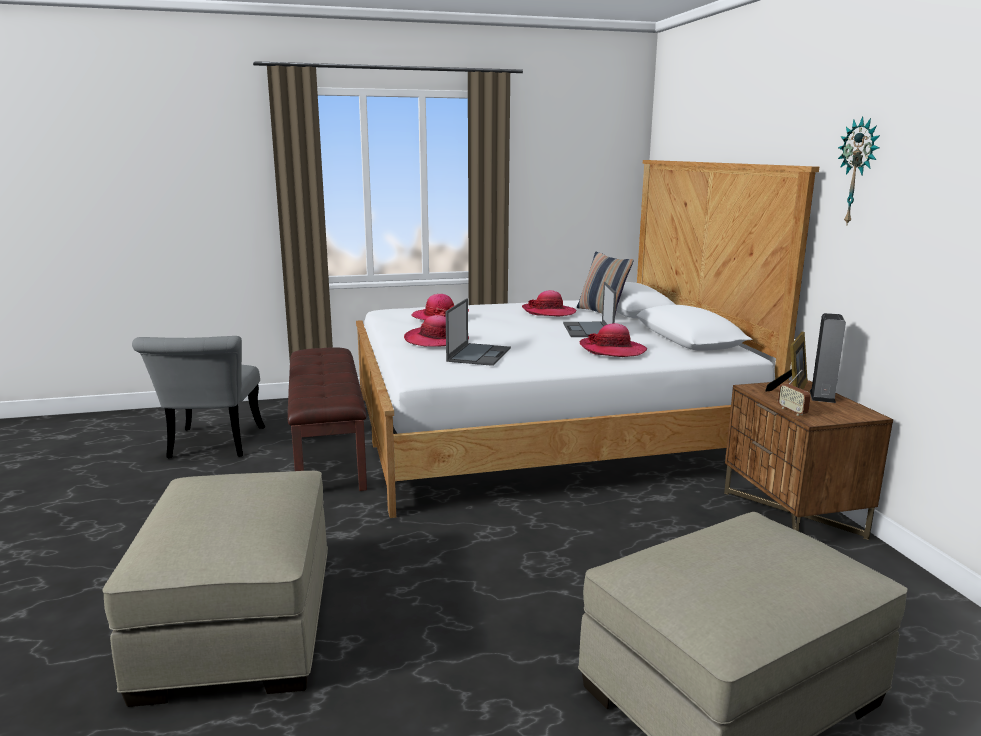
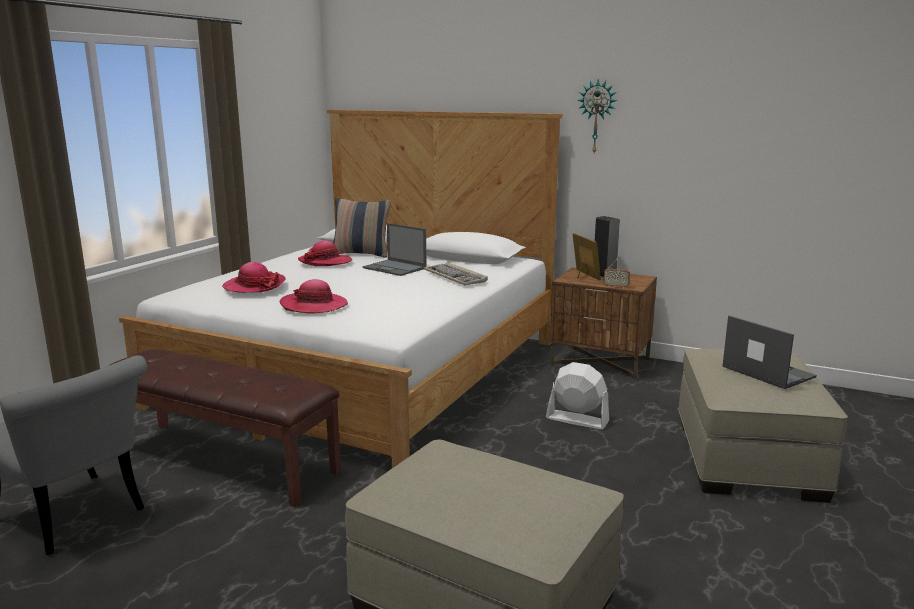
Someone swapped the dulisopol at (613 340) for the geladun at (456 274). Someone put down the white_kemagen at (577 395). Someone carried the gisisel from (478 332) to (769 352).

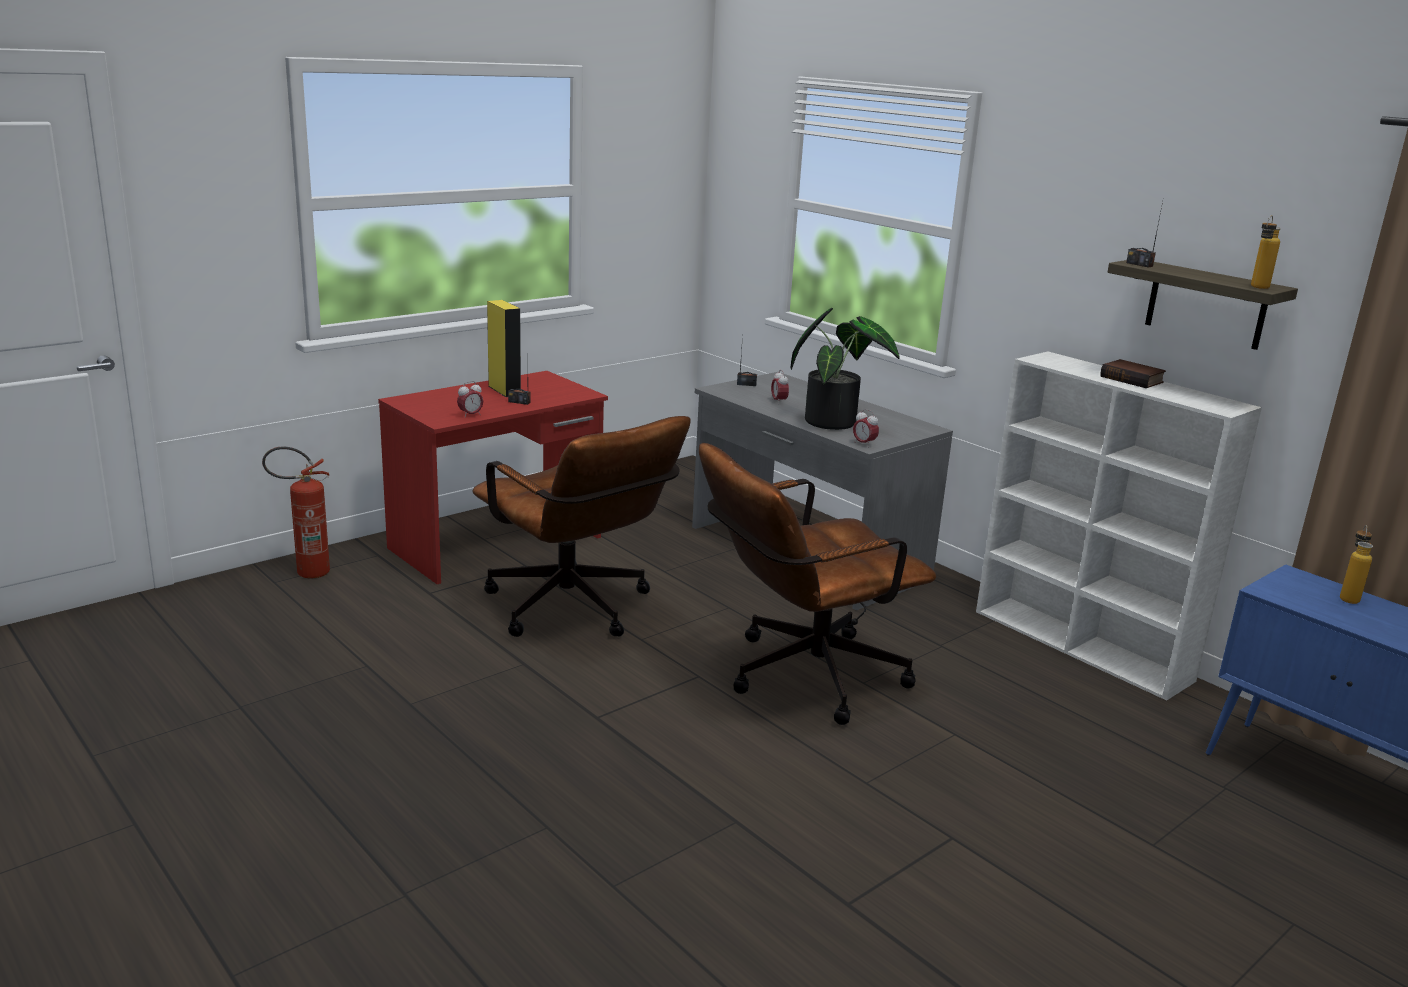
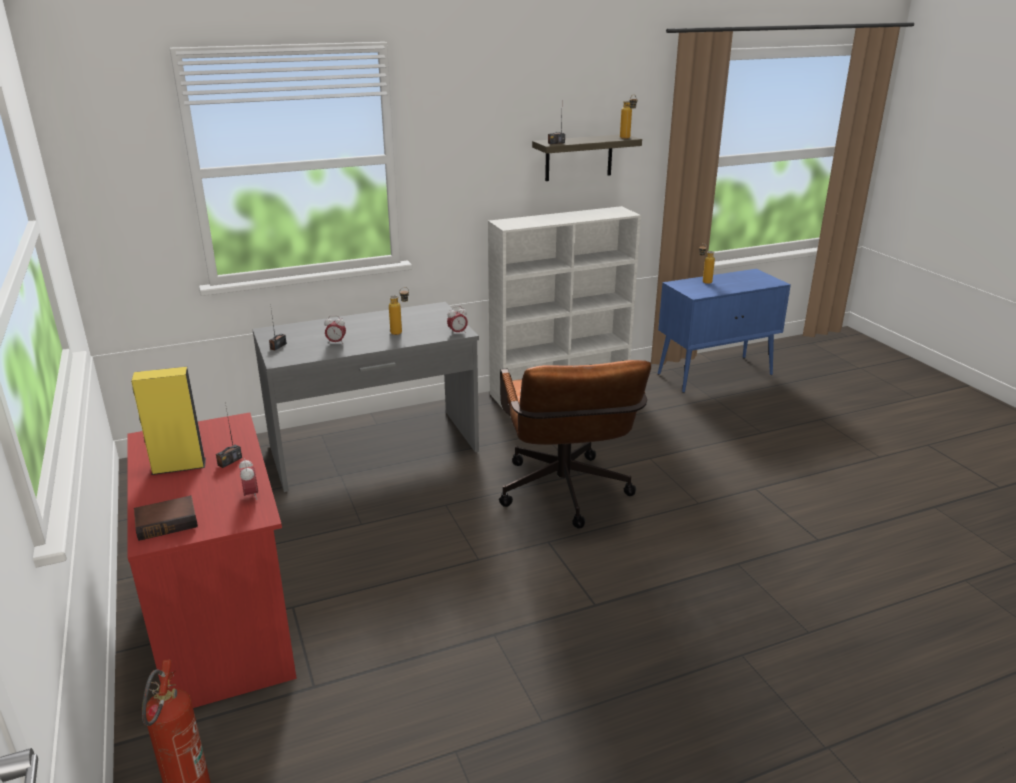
Someone carried the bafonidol from (1133 373) to (166 518). Someone swapped the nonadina at (845 369) for the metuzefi at (399 311). Someone took away the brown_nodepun at (581 526).

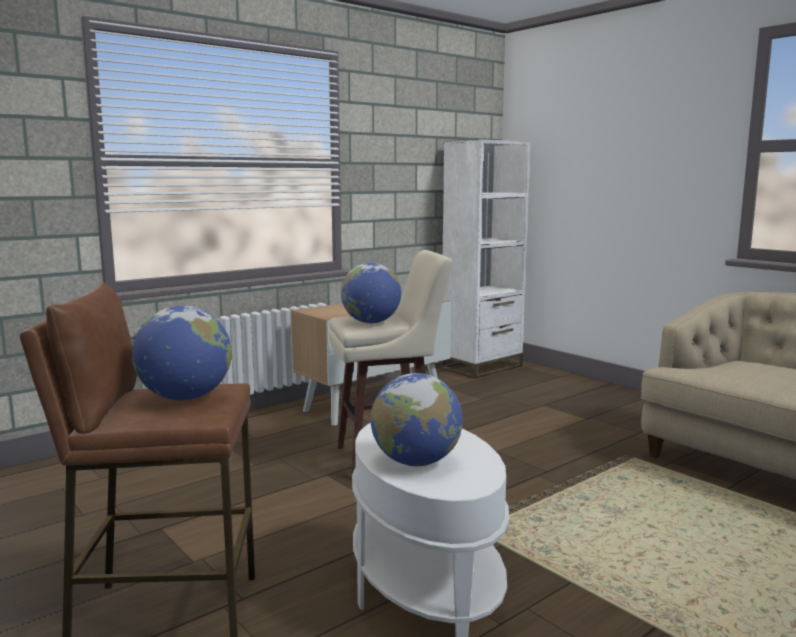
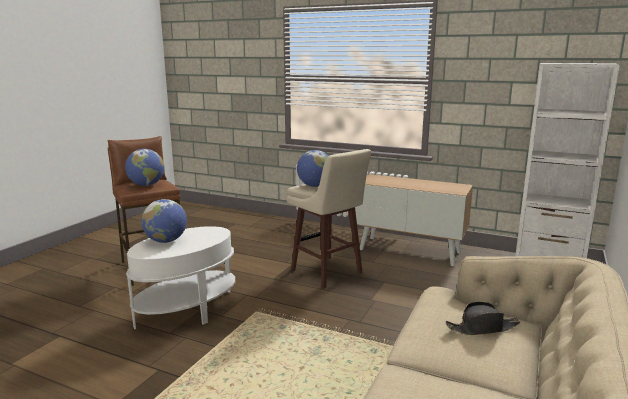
Someone put down the black_dulisopol at (483 318).

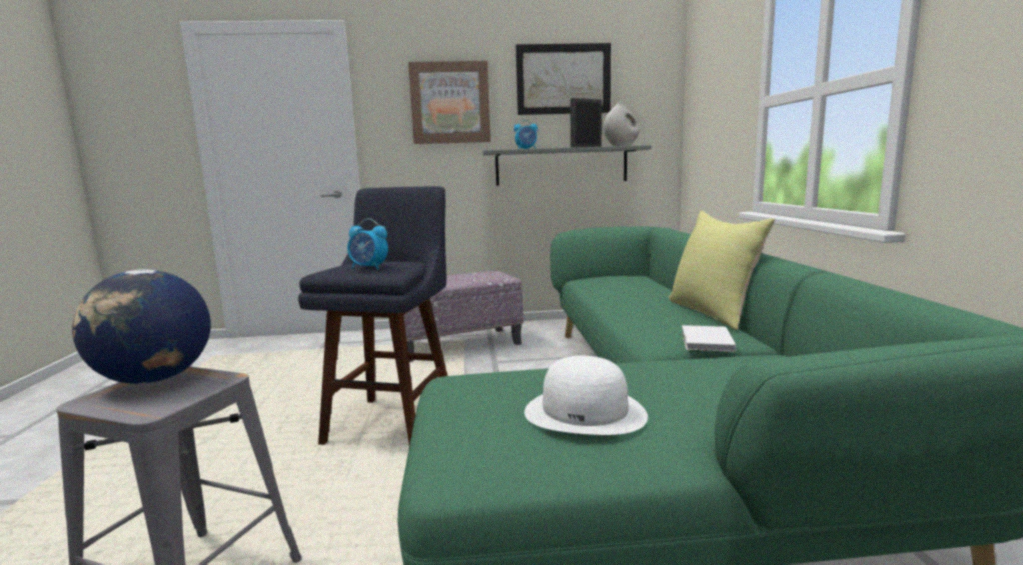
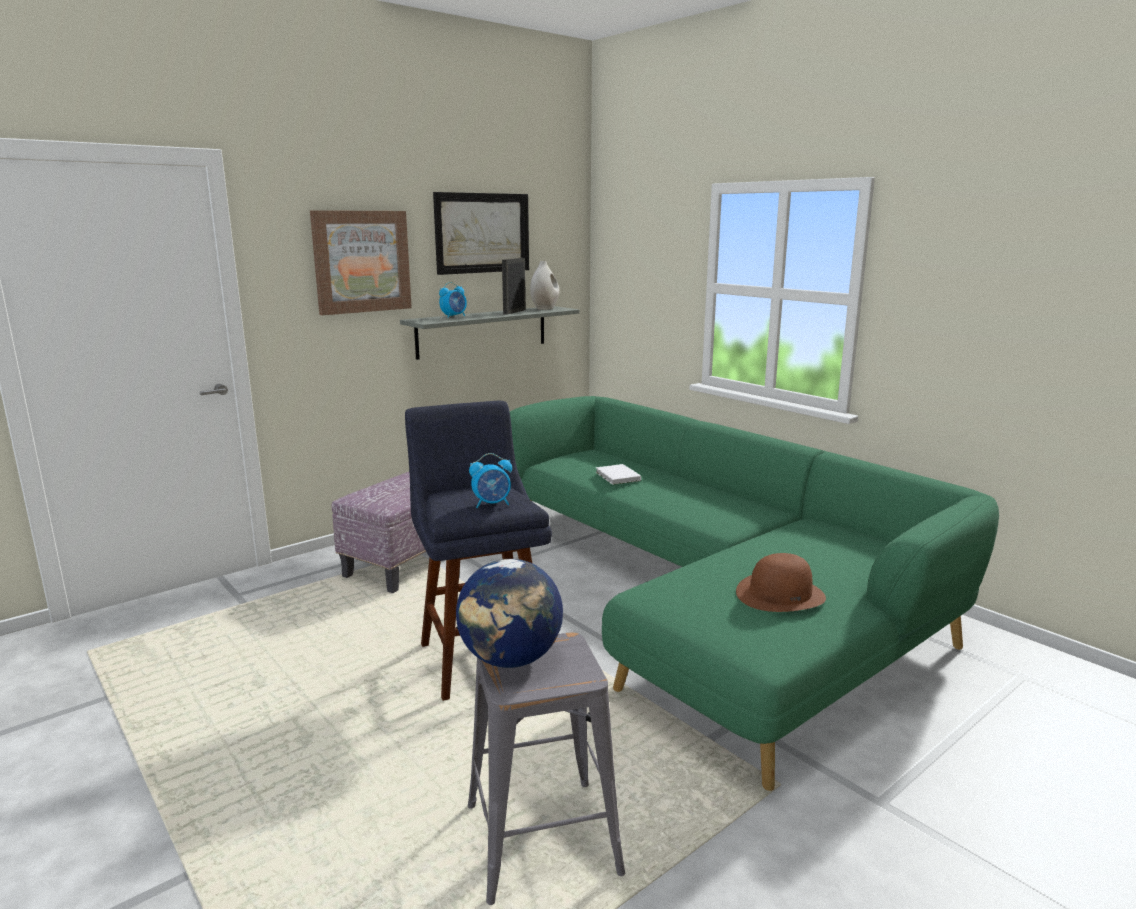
Someone carried the white_bafonidol from (709 338) to (618 474). Someone repainted the white_dulisopol at (586 395), which became the brown_dulisopol at (781 582). Someone took away the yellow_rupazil at (722 270).

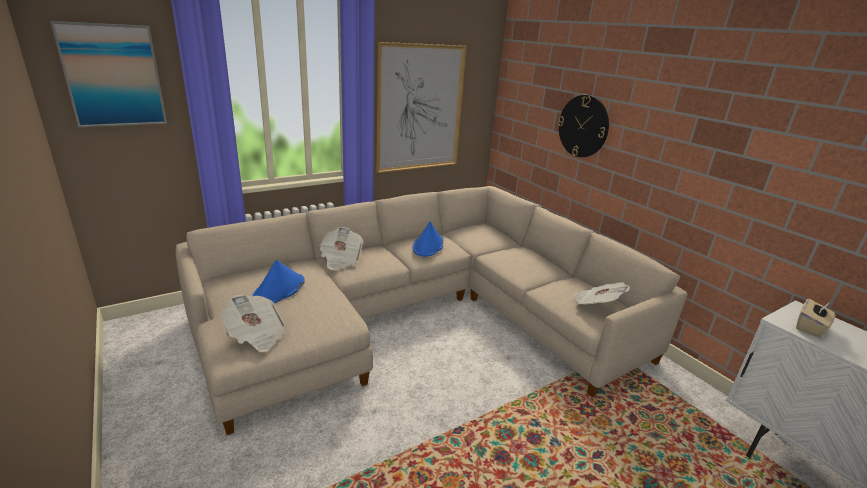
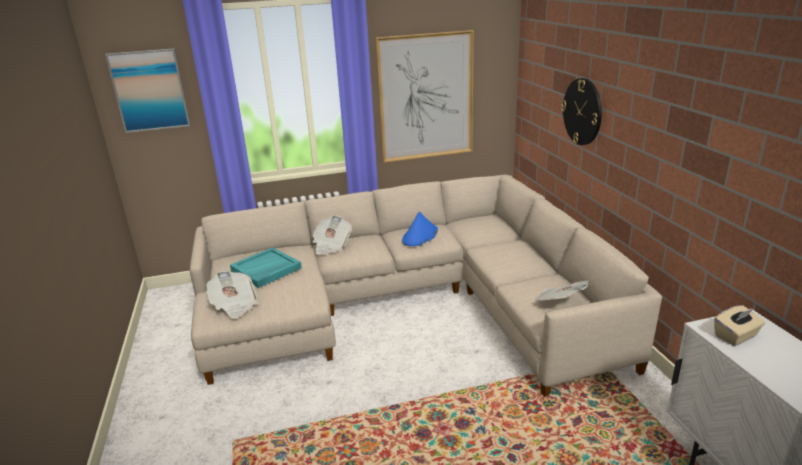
Someone swapped the blue_dulisopol at (278 281) for the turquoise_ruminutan at (266 267).

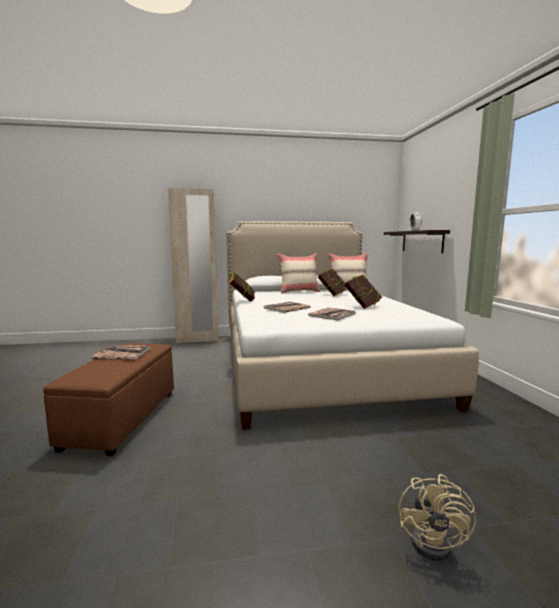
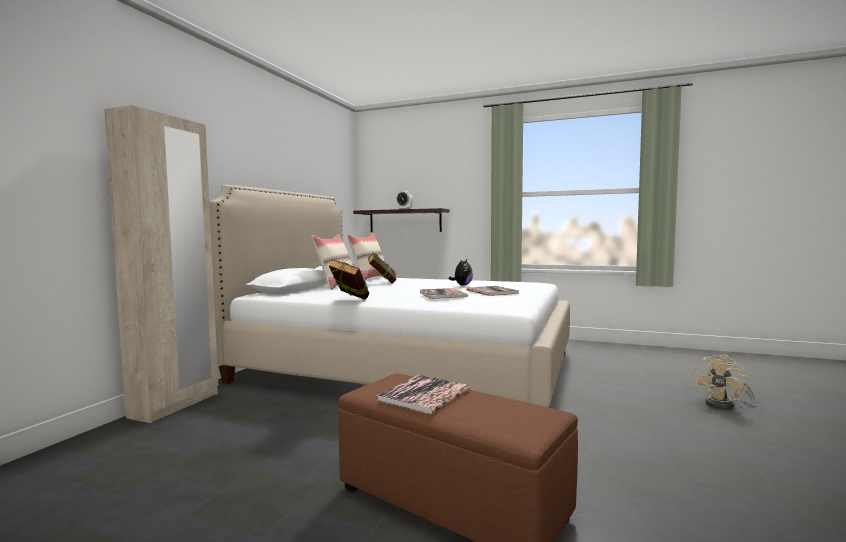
Someone swapped the bafonidol at (364 292) for the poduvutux at (461 272). Someone rotated the beige_kemagen at (437 517) by 90 degrees clockwise.

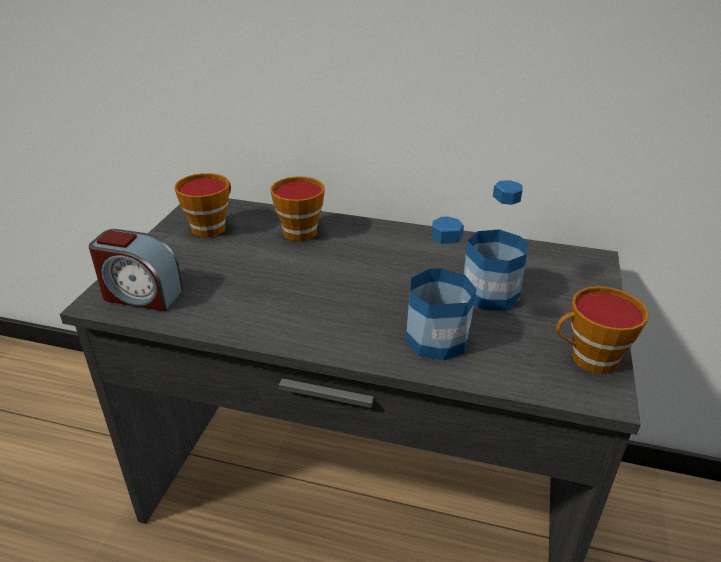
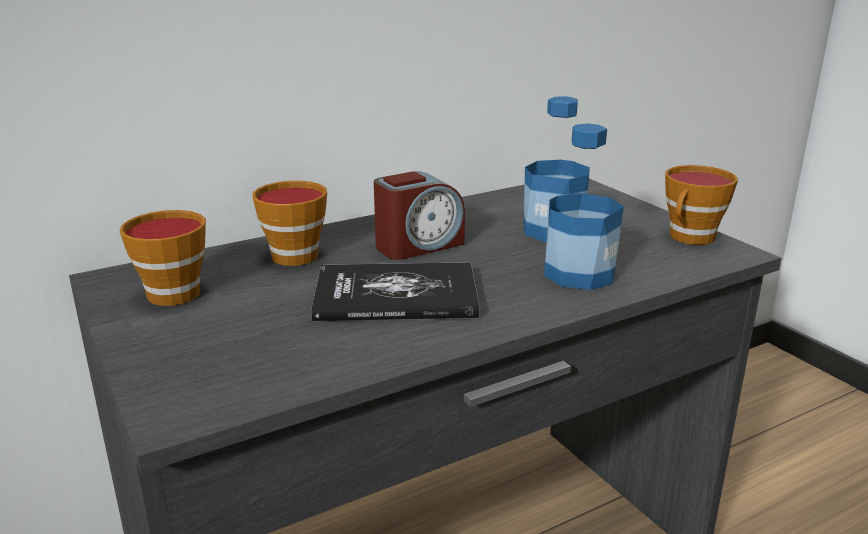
Someone put down the bafonidol at (395 291). Someone carried the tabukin from (136 270) to (419 215).

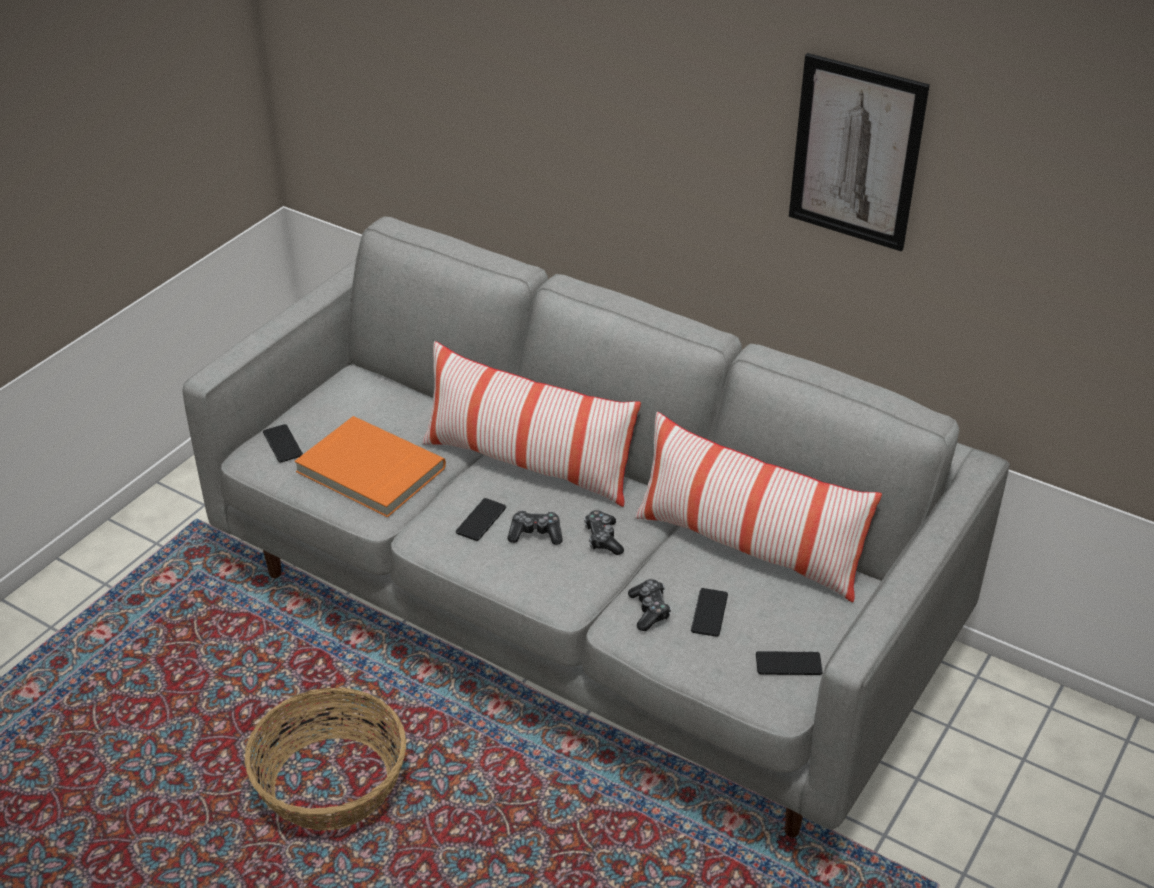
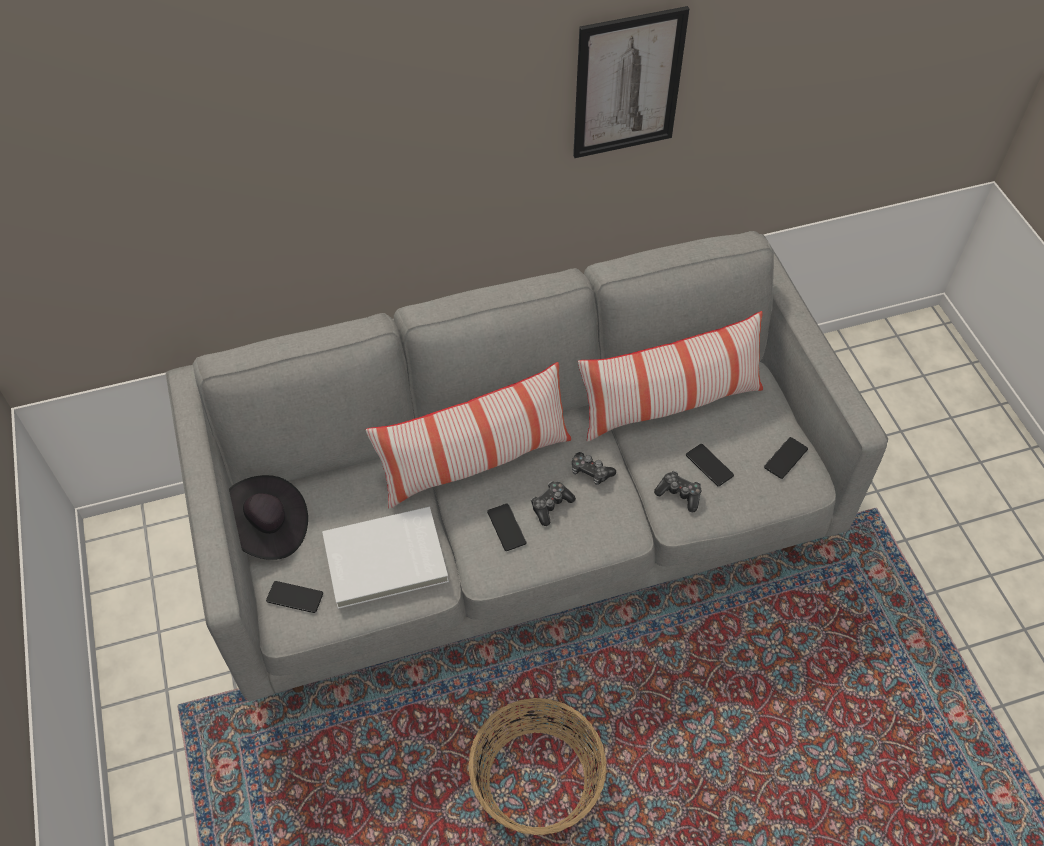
Someone put down the black_dulisopol at (268 517). Someone repainted the orange_bafonidol at (370 466), which became the white_bafonidol at (385 558).

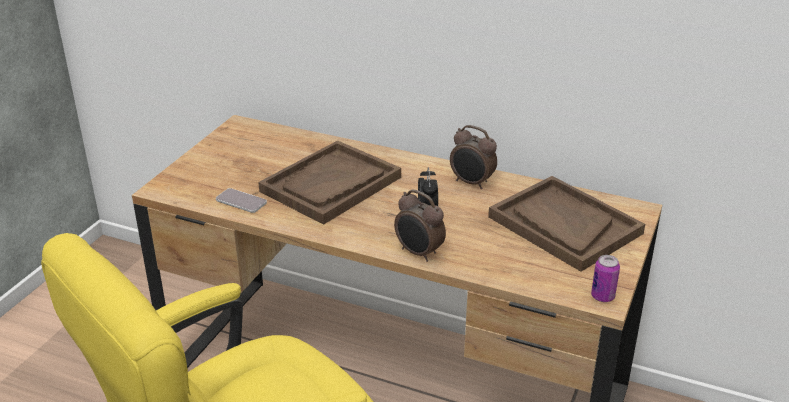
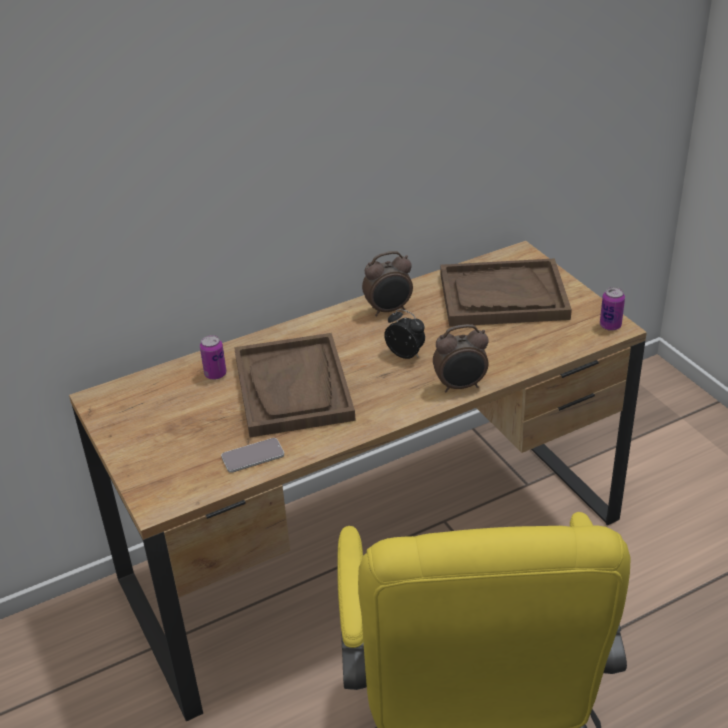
Someone put down the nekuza at (213 357).

